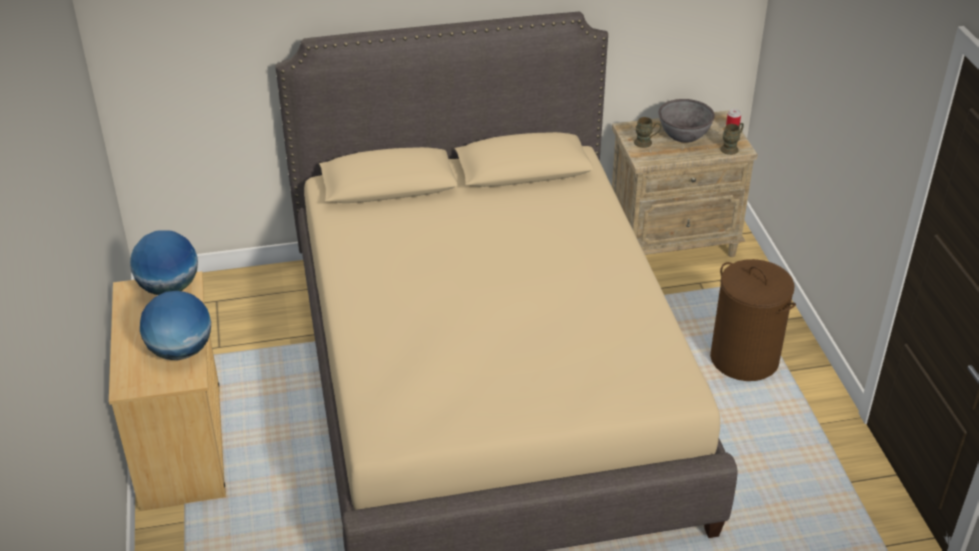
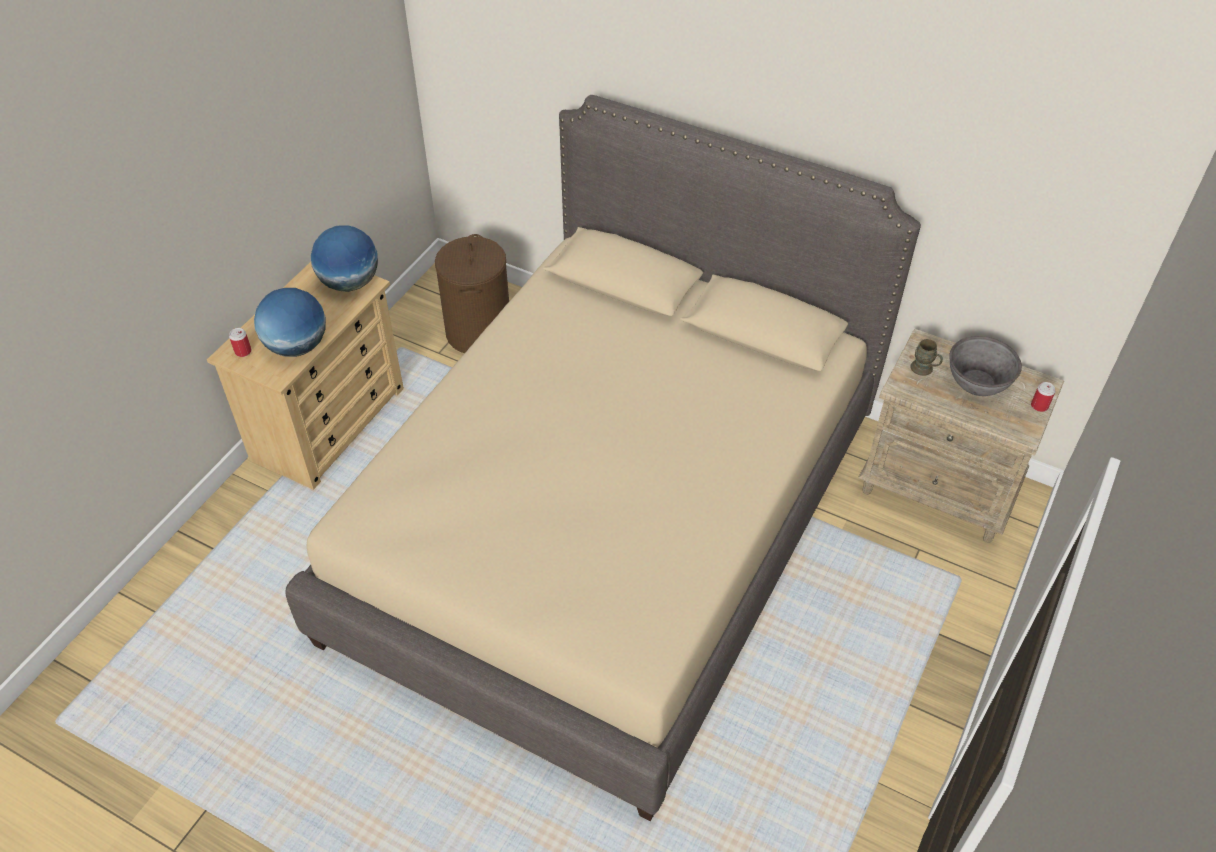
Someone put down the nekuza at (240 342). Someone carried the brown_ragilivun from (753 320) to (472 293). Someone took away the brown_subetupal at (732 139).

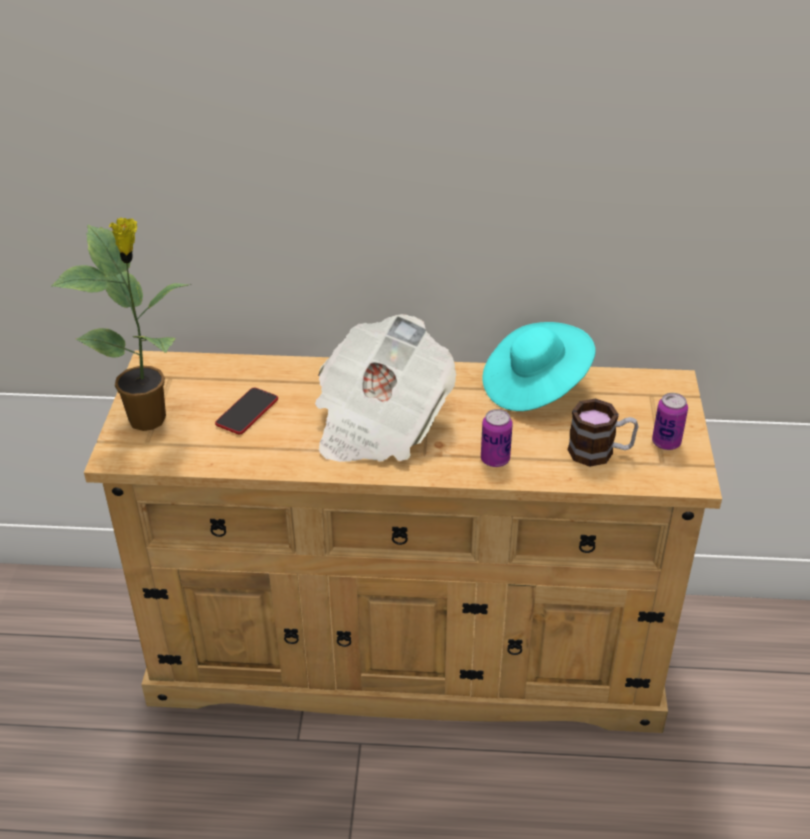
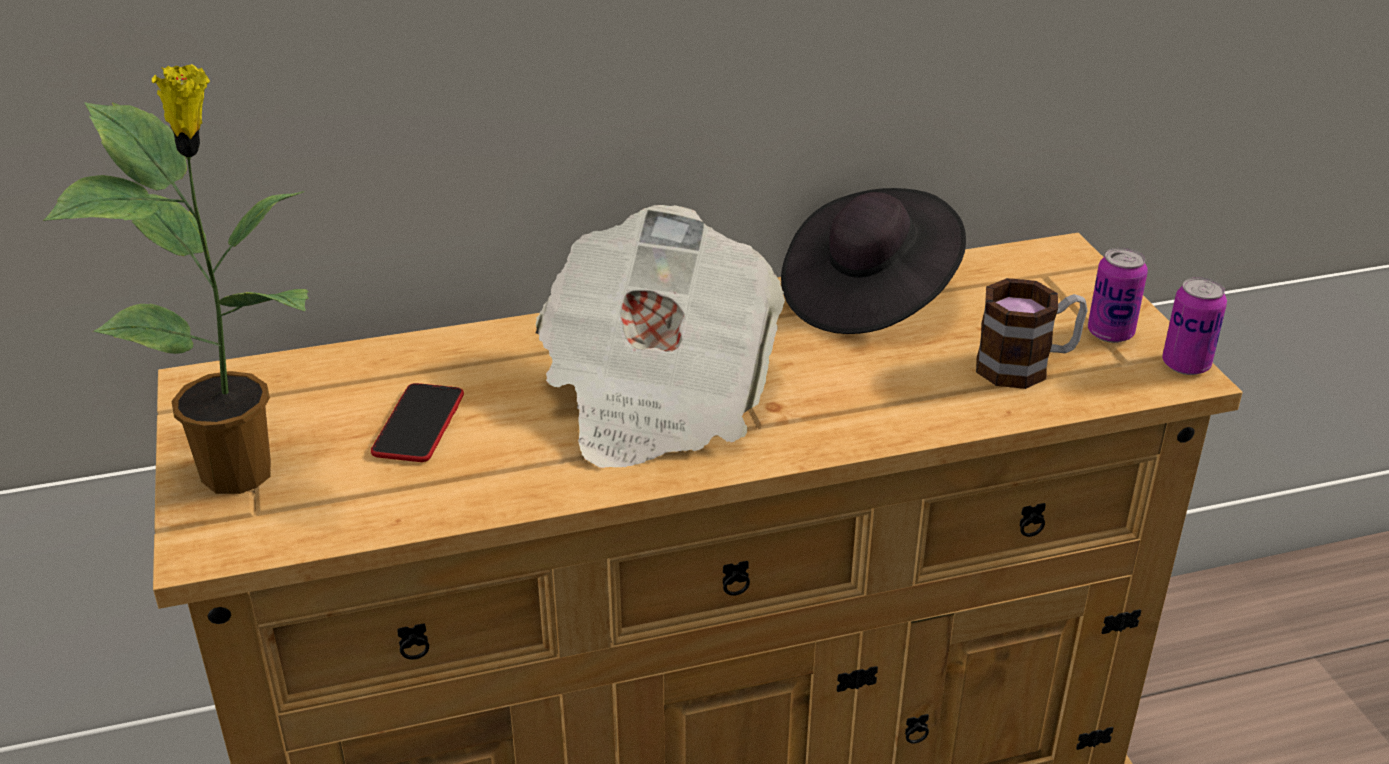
Someone repainted the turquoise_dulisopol at (539 366), which became the black_dulisopol at (873 261). Someone carried the nekuza from (497 438) to (1194 326).

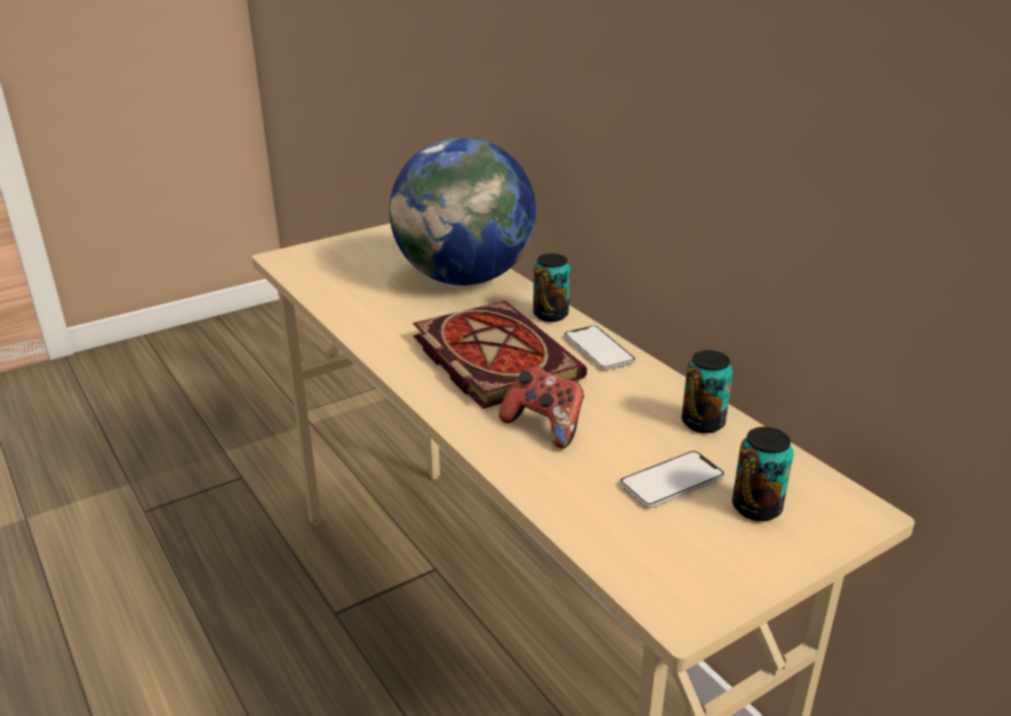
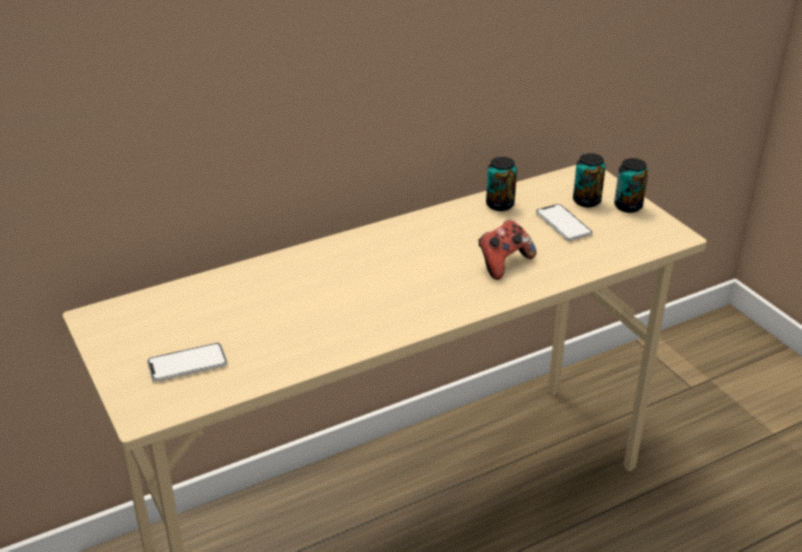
Someone carried the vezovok from (600 348) to (187 362). Someone carried the nekuza from (551 287) to (631 185). Someone took away the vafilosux at (462 211). Someone took away the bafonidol at (500 355).

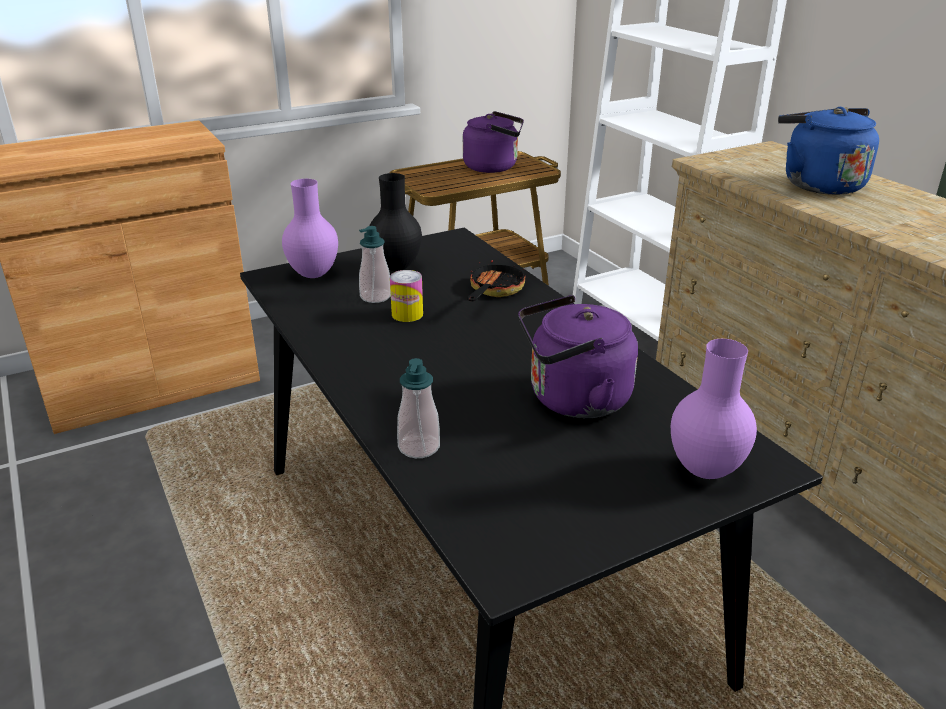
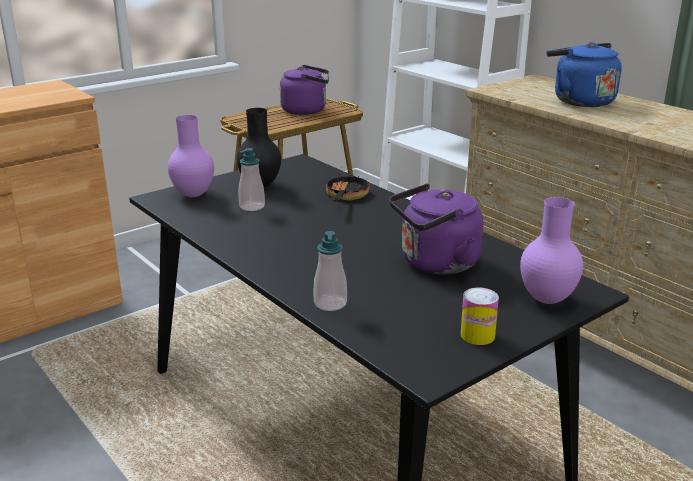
Someone carried the nekuza from (406 296) to (480 316).

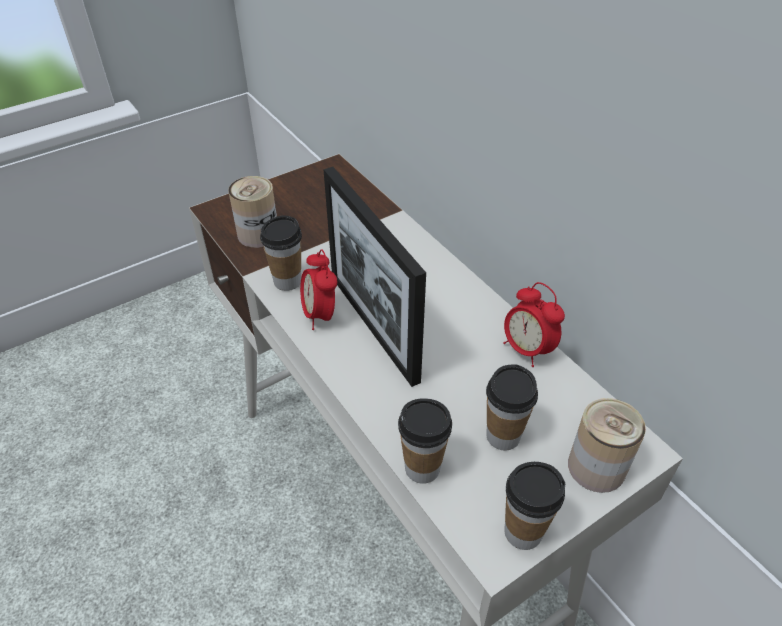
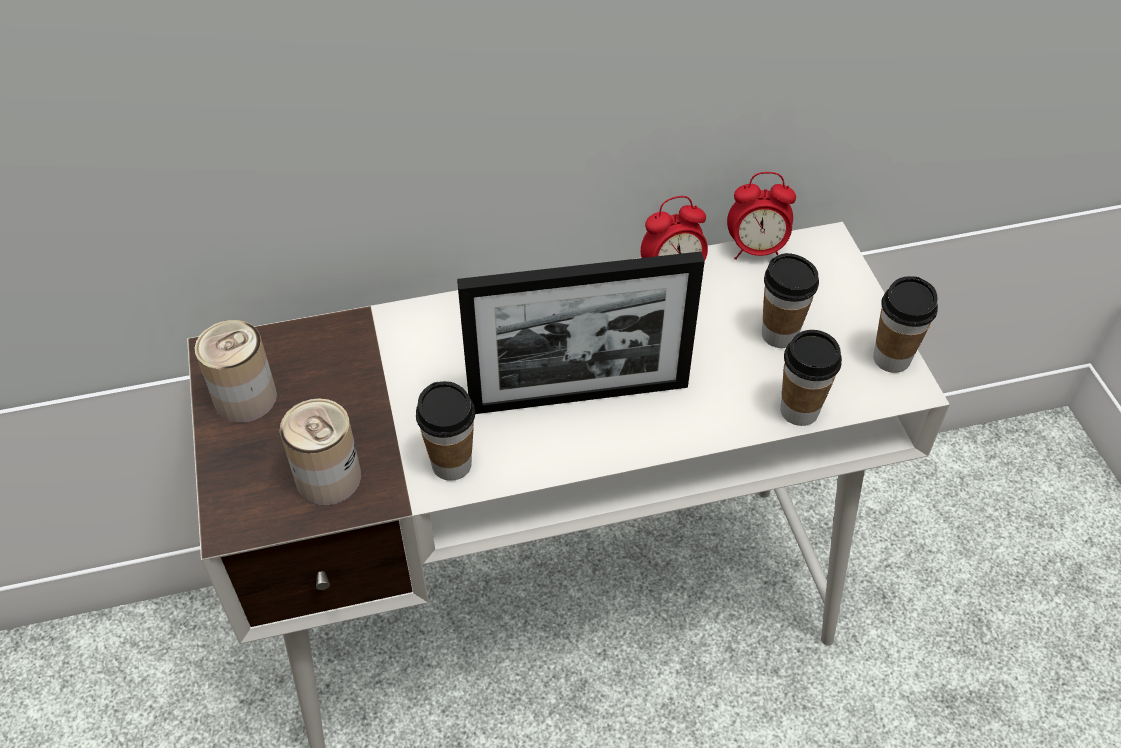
Someone carried the nekuza from (607 445) to (236 371). Someone carried the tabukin from (318 289) to (761 216).

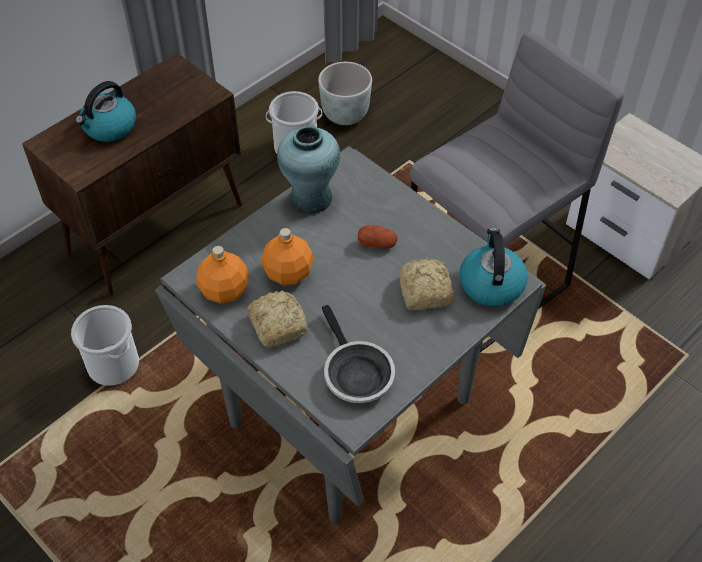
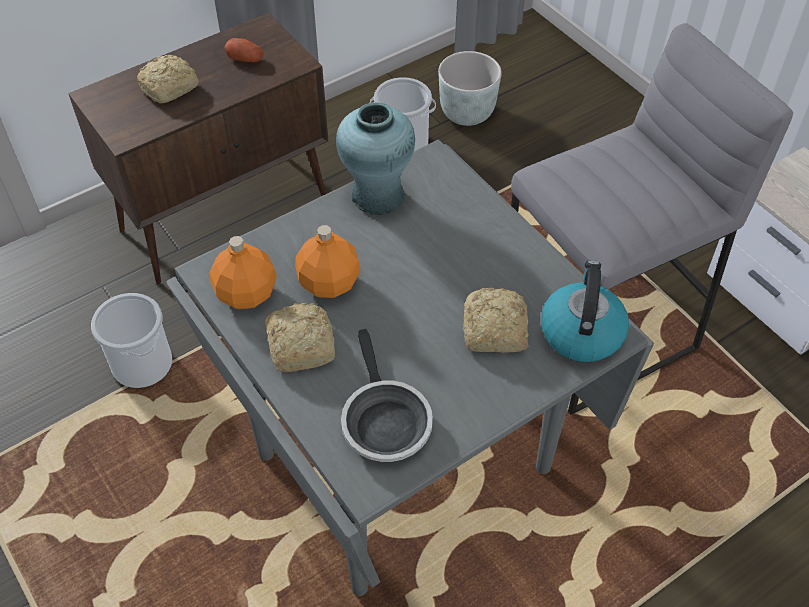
Someone swapped the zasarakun at (105 111) for the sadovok at (167 79). Someone carried the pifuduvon from (377 236) to (243 50).

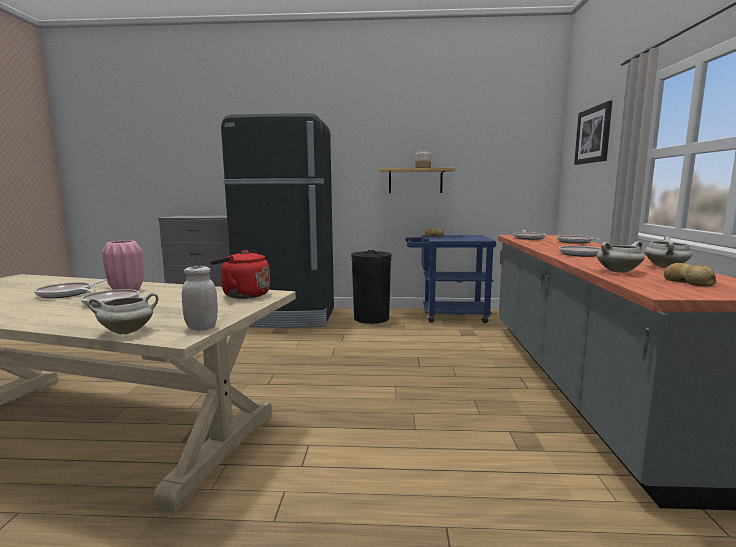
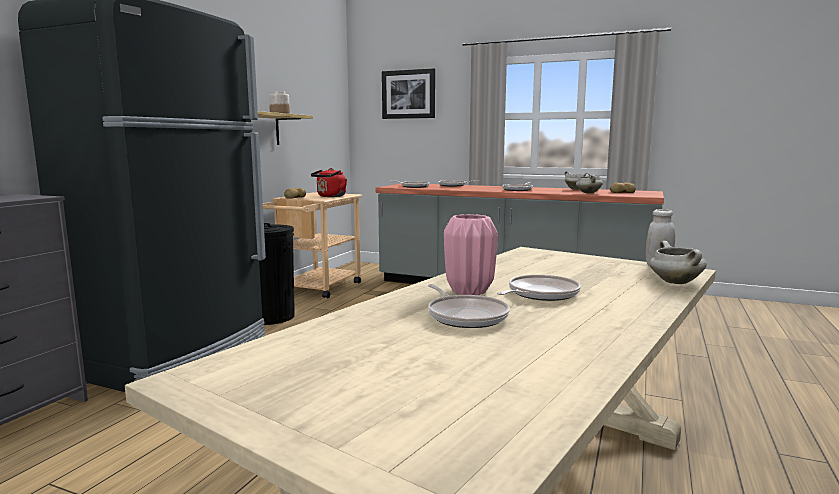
Someone repainted the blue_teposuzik at (450 279), which became the beige_teposuzik at (312 245). Someone carried the red_zasarakun from (240 274) to (329 182).

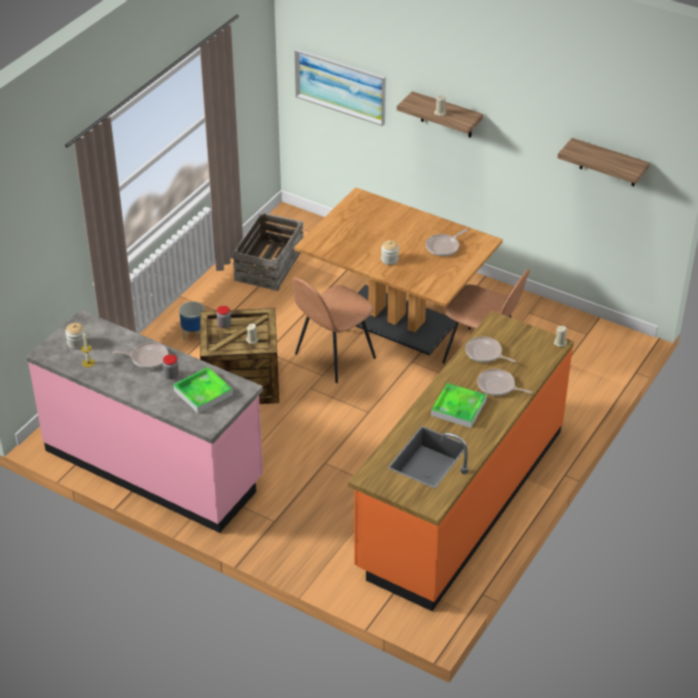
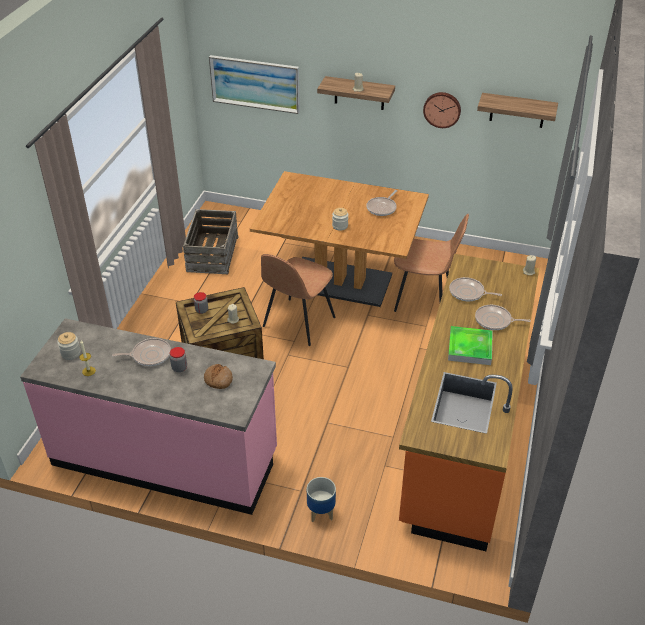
Someone swapped the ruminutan at (203 390) for the sadovok at (218 376). Someone carried the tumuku from (192 321) to (321 499). Someone put up the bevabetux at (442 110).

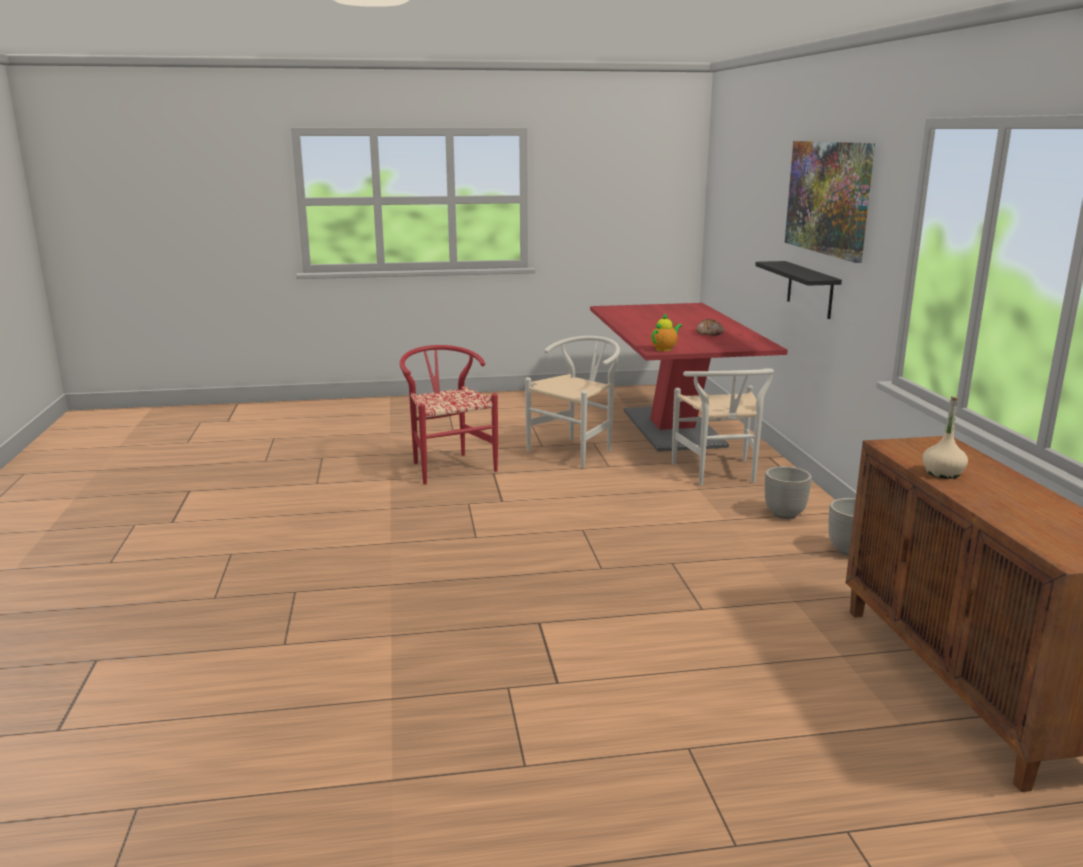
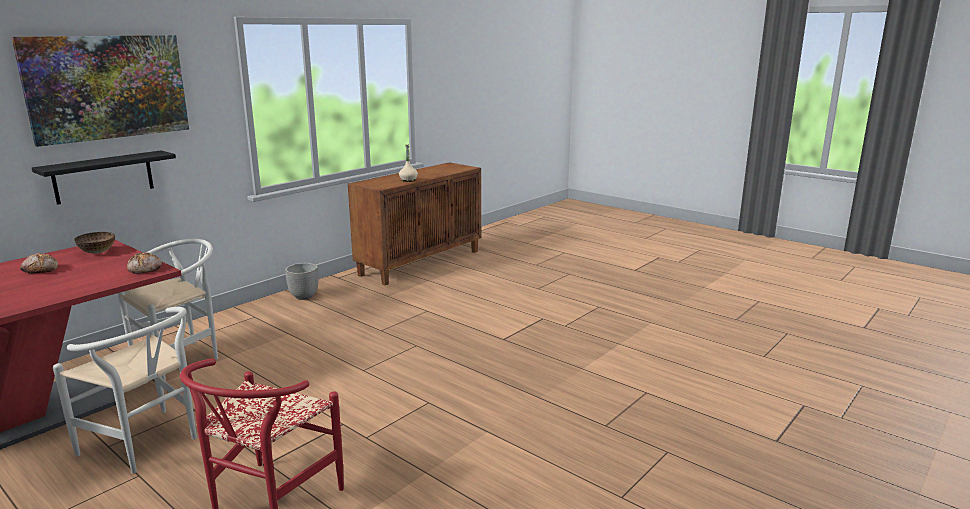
Someone rotated the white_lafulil at (572 402) by 150 degrees counterclockwise. Someone put down the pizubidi at (94 243). Someone swapped the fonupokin at (666 332) for the sadovok at (144 263). Someone took away the tumuku at (788 492).

